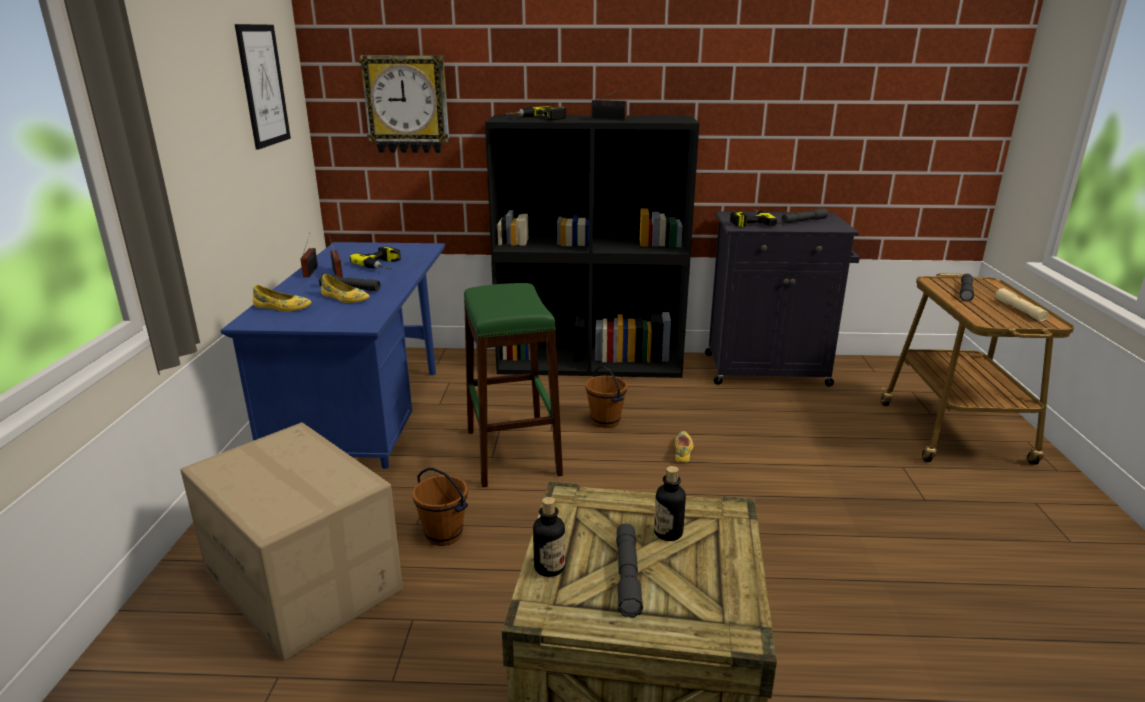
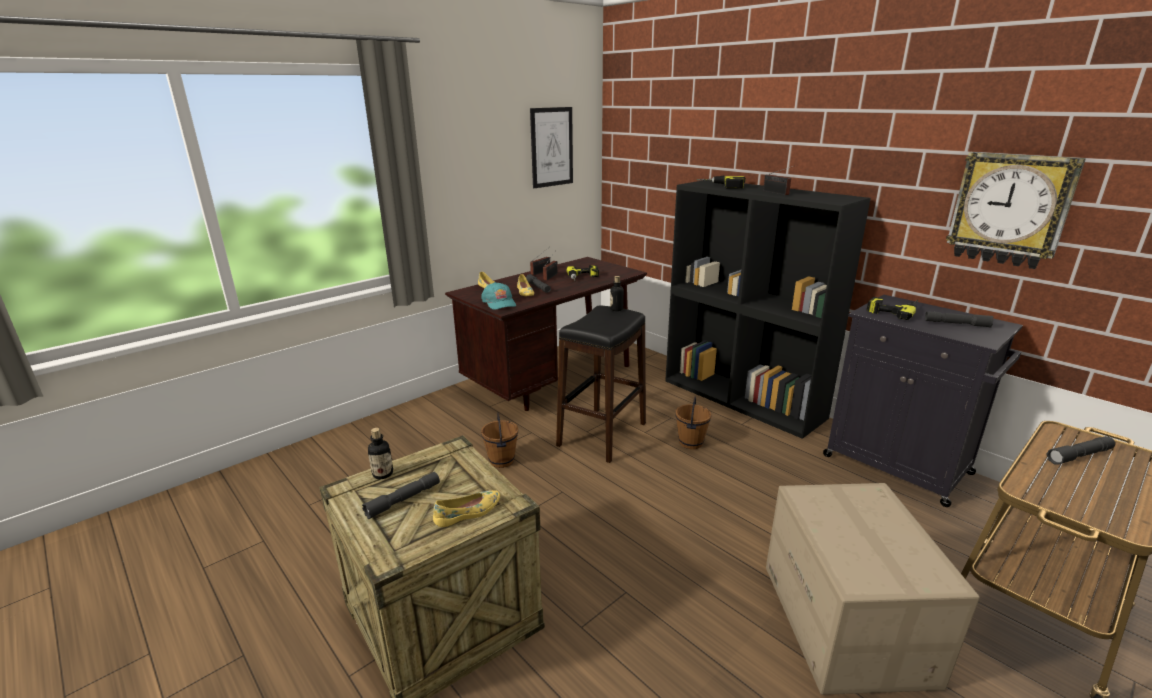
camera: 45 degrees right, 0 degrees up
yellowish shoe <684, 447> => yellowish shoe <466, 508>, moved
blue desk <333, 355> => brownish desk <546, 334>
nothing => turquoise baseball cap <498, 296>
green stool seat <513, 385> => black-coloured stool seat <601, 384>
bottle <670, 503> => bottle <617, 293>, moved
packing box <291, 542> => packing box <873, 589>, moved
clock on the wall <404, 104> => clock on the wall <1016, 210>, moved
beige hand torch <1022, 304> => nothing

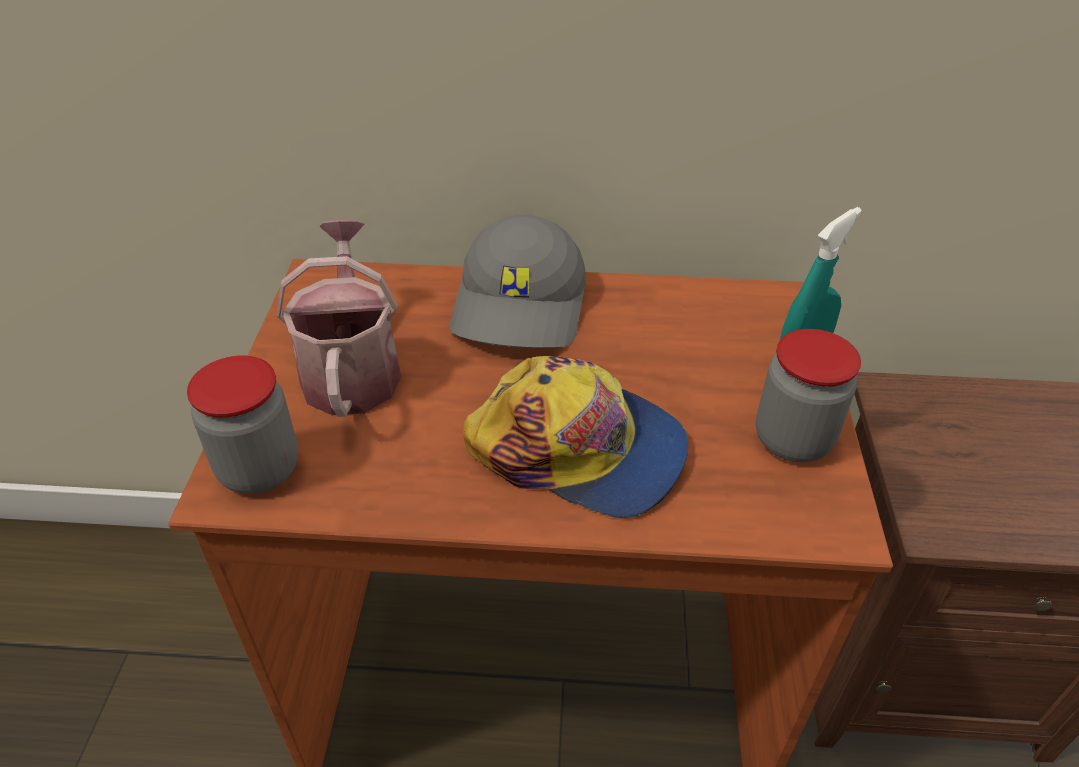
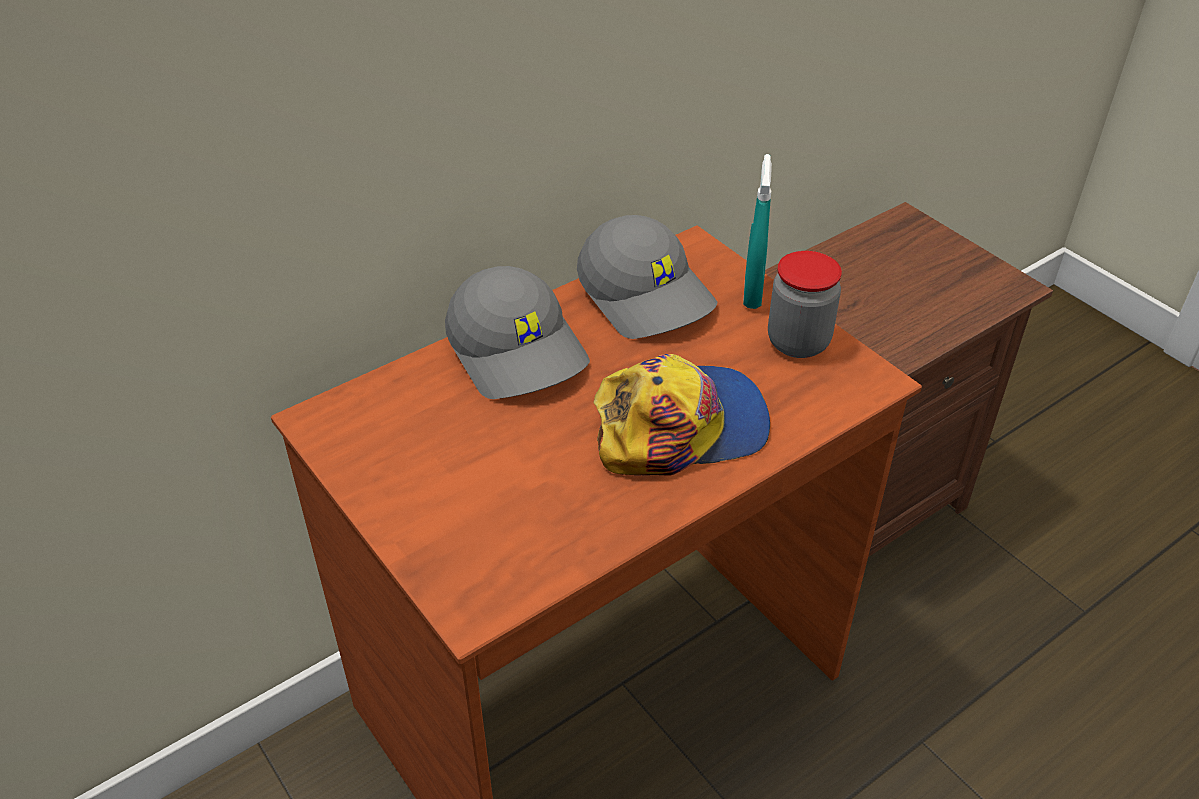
camera: 40 degrees left, 0 degrees up
nothing => grey baseball cap <647, 277>
jar <242, 424> => nothing
sprinkling can <338, 318> => nothing

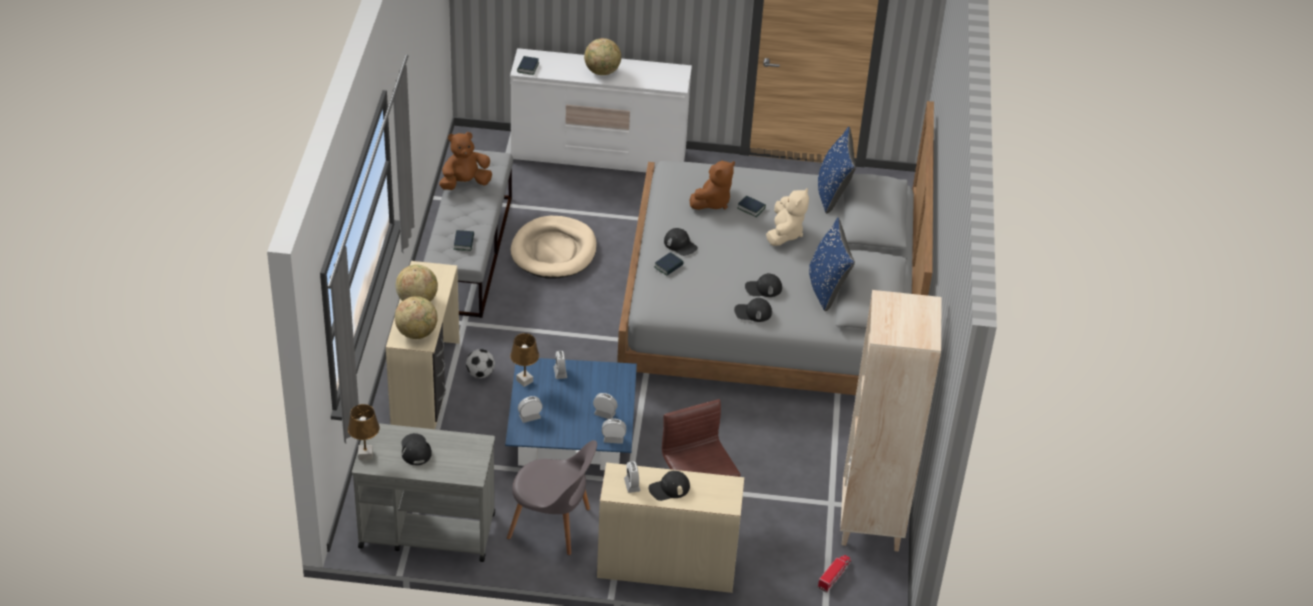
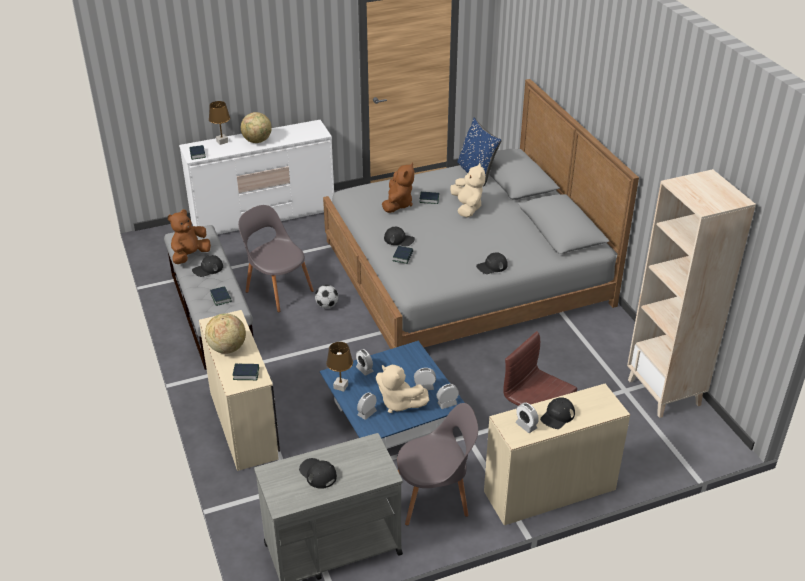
camera: 25 degrees left, 5 degrees down
black-coloured baseball cap <763, 285> => black-coloured baseball cap <207, 266>, moved
brownish lamp for a table <364, 432> => brownish lamp for a table <219, 123>, moved
world globe <416, 317> => book <246, 372>
beige pet bed <554, 247> => grey plain chair <276, 258>
football ball <480, 363> => football ball <326, 297>, moved
nothing => beige cuddly toy <402, 389>
blue cushion <832, 264> => nothing
model truck <834, 574> => nothing

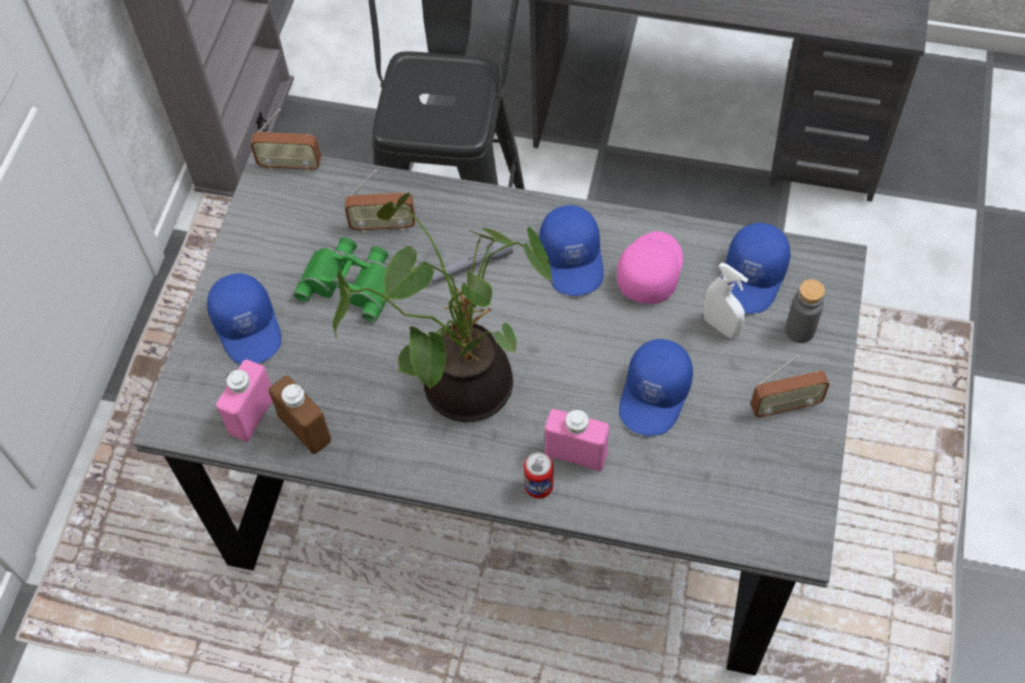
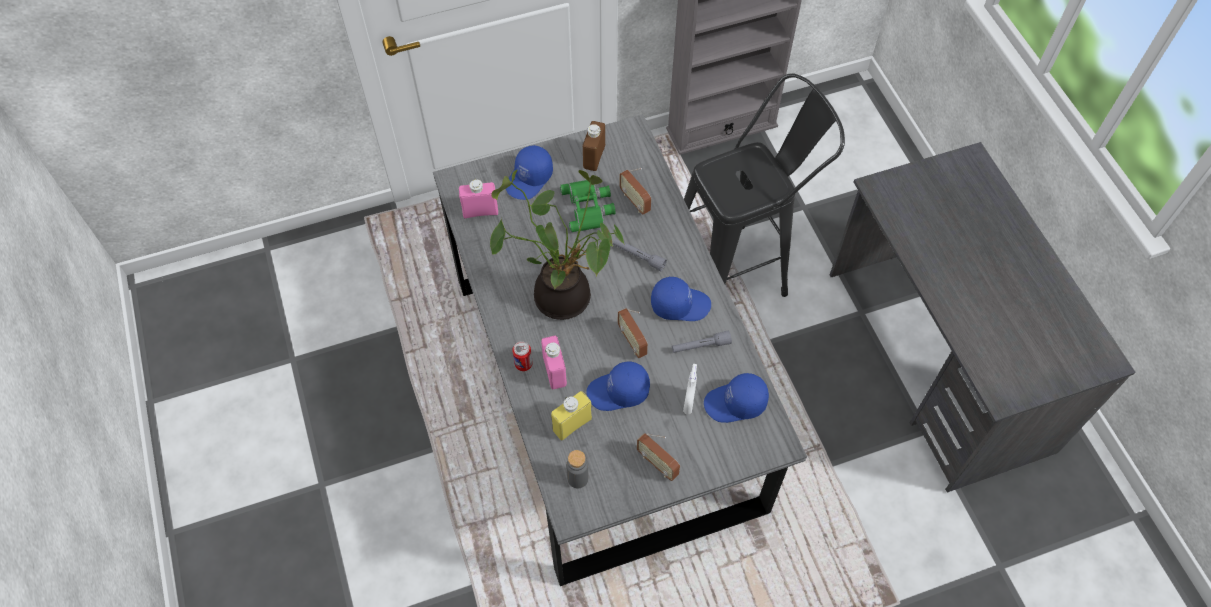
camera: 55 degrees right, 0 degrees up
nothing => yellowish bottle <571, 415>
grey bottle <805, 311> => grey bottle <577, 469>, moved
brownish bottle <300, 415> => brownish bottle <594, 146>, moved
radio <286, 141> => radio <633, 333>, moved
blue baseball cap <571, 250> => blue baseball cap <681, 299>, 135 degrees counterclockwise
pink-coloured baseball cap <650, 267> => grey hand torch <702, 341>

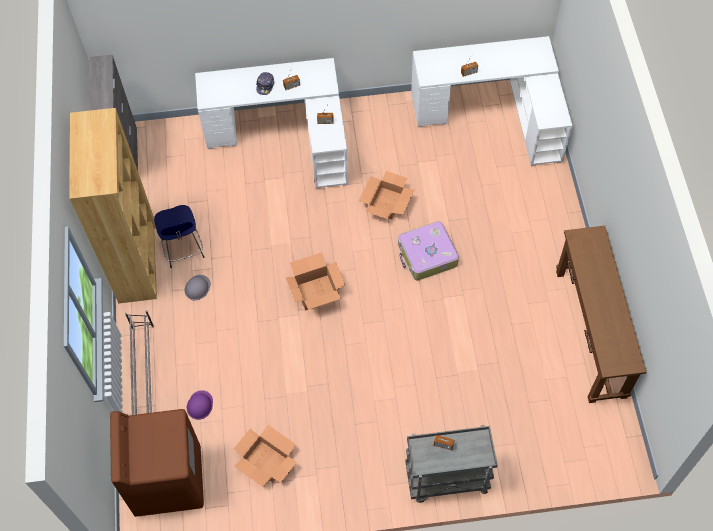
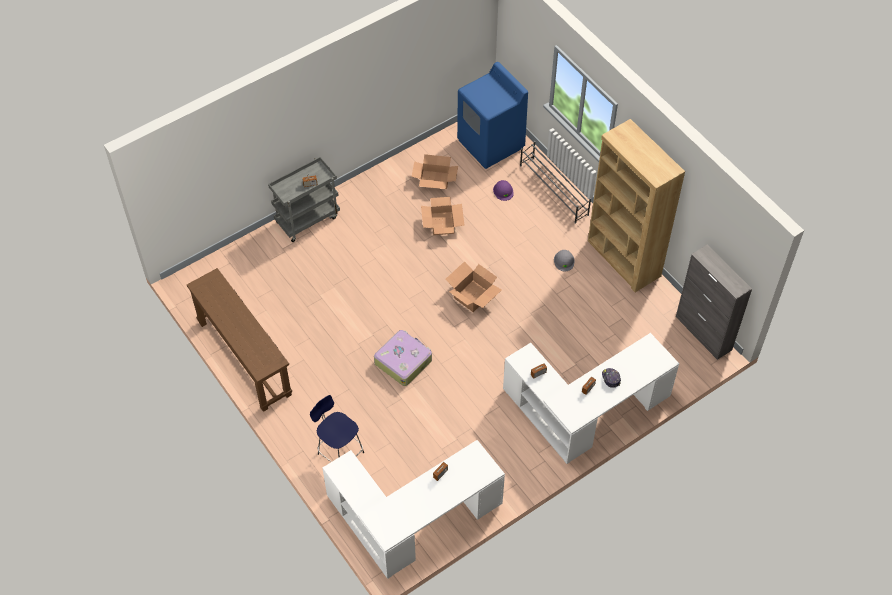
camera: 150 degrees right, 5 degrees down
blue stool seat <179, 236> => blue stool seat <337, 428>, moved
packing box <387, 195> => packing box <443, 216>, moved
brownish laundry machine <157, 463> => blue laundry machine <492, 115>

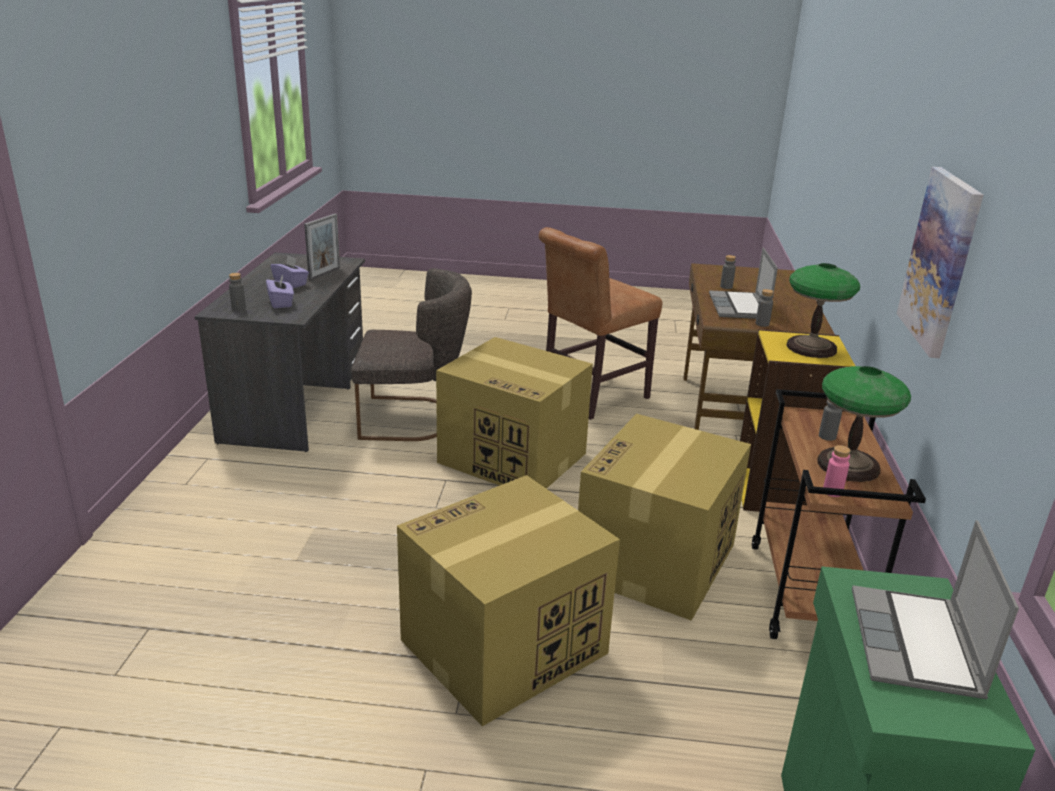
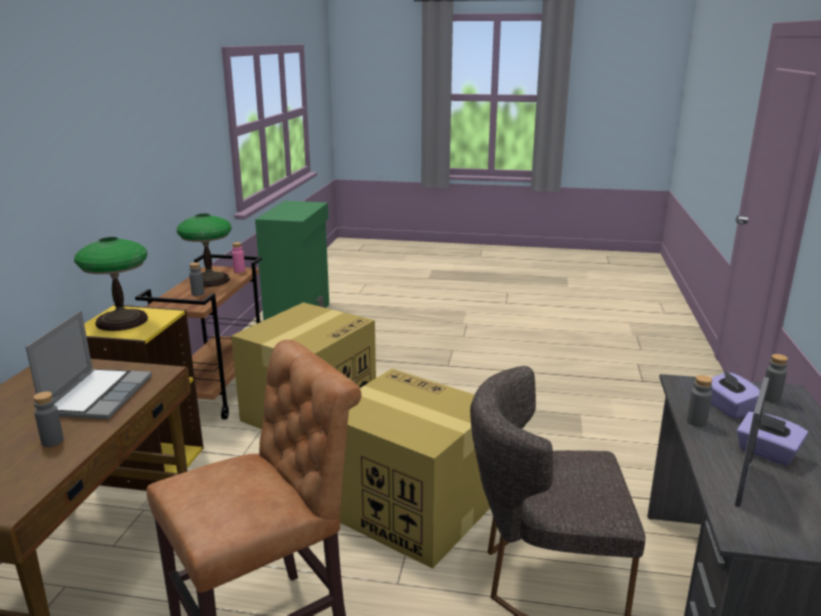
camera: 175 degrees left, 5 degrees down
grey bottle <765, 308> => grey bottle <700, 401>, moved
packing box <508, 600> => nothing
laptop <935, 609> => nothing
wall picture <940, 262> => nothing

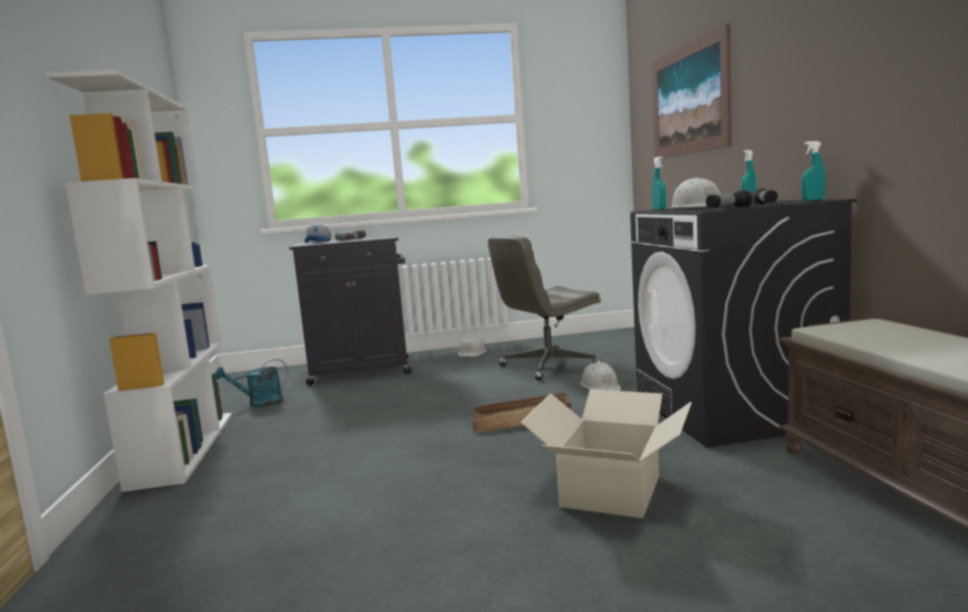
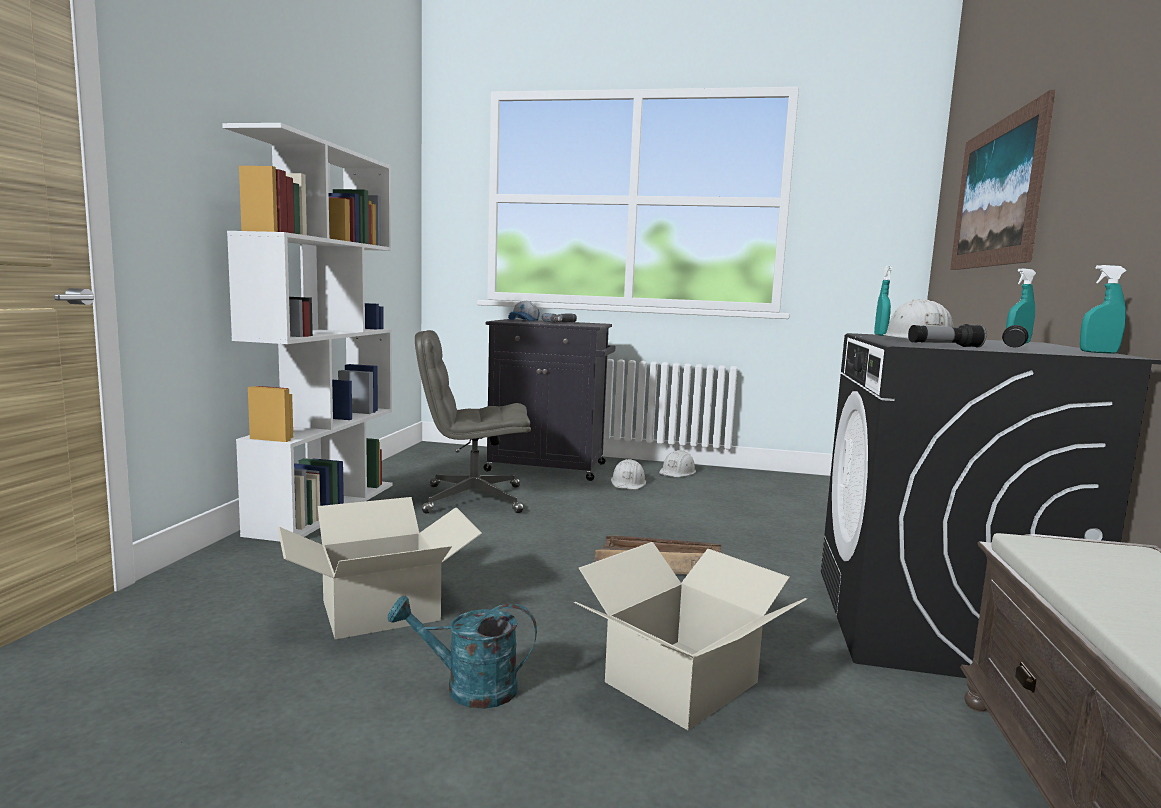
camera: 20 degrees right, 0 degrees up
nothing => packing box <380, 568>
turquoise sprinkling can <251, 383> => turquoise sprinkling can <462, 652>, moved
grey office chair <545, 308> => grey office chair <473, 422>, moved
white work helmet <600, 376> => white work helmet <628, 474>, moved

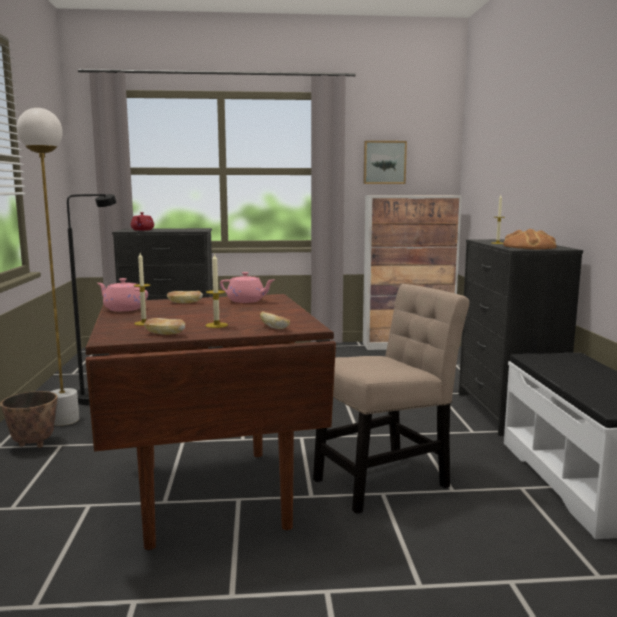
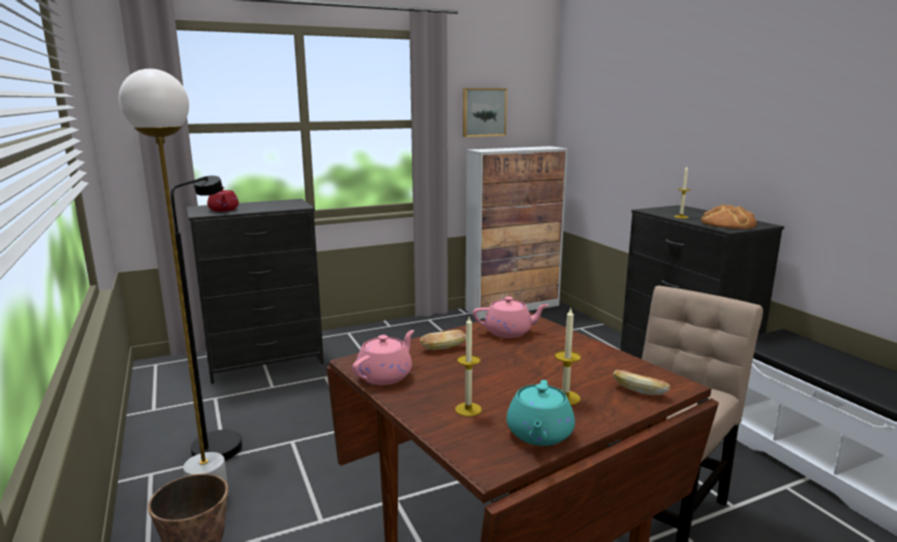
camera: 20 degrees left, 5 degrees up
pink-coloured pot for tea <122, 295> => pink-coloured pot for tea <383, 357>, 120 degrees clockwise
bakery bread <164, 326> => turquoise pot for tea <541, 413>

